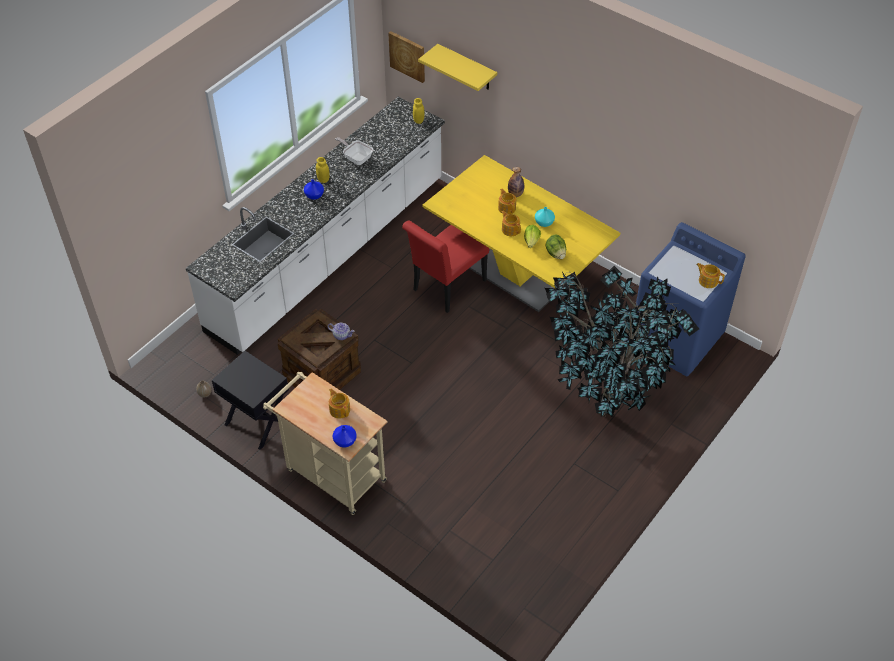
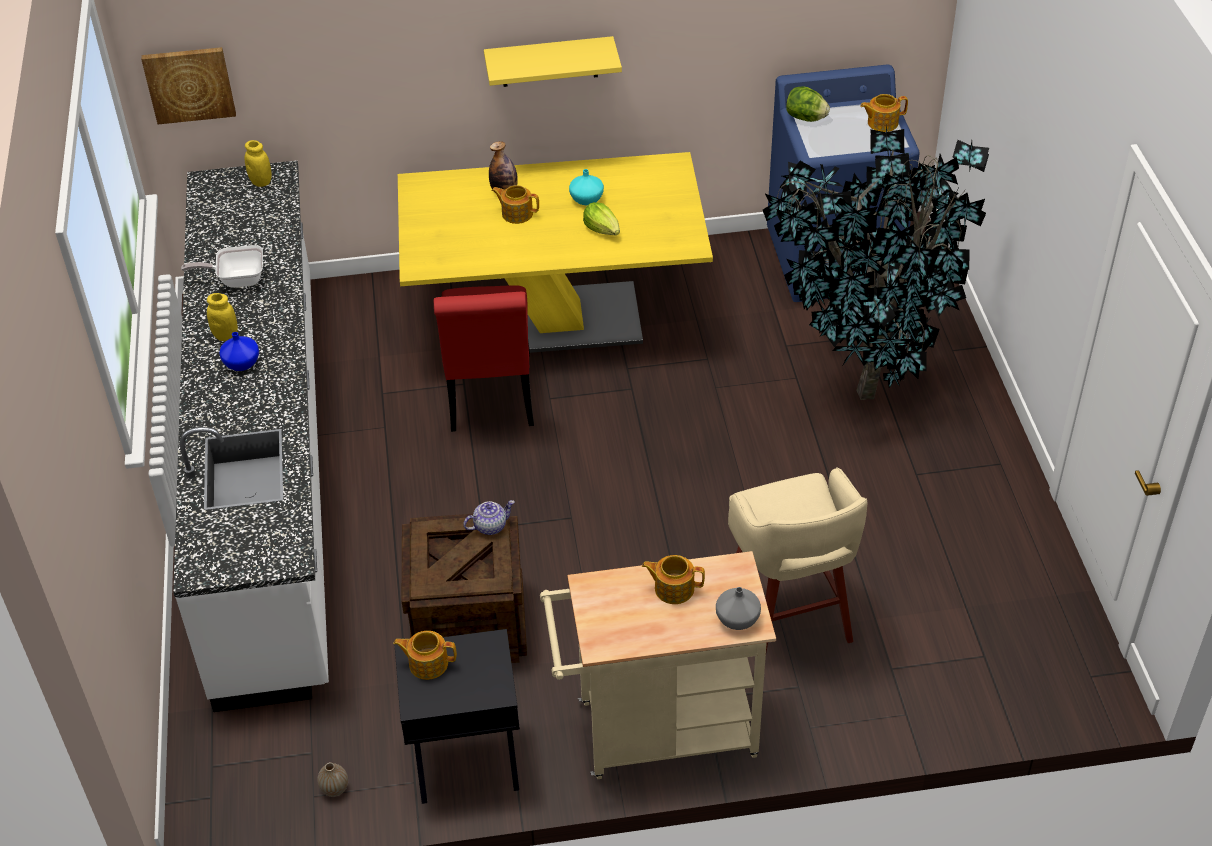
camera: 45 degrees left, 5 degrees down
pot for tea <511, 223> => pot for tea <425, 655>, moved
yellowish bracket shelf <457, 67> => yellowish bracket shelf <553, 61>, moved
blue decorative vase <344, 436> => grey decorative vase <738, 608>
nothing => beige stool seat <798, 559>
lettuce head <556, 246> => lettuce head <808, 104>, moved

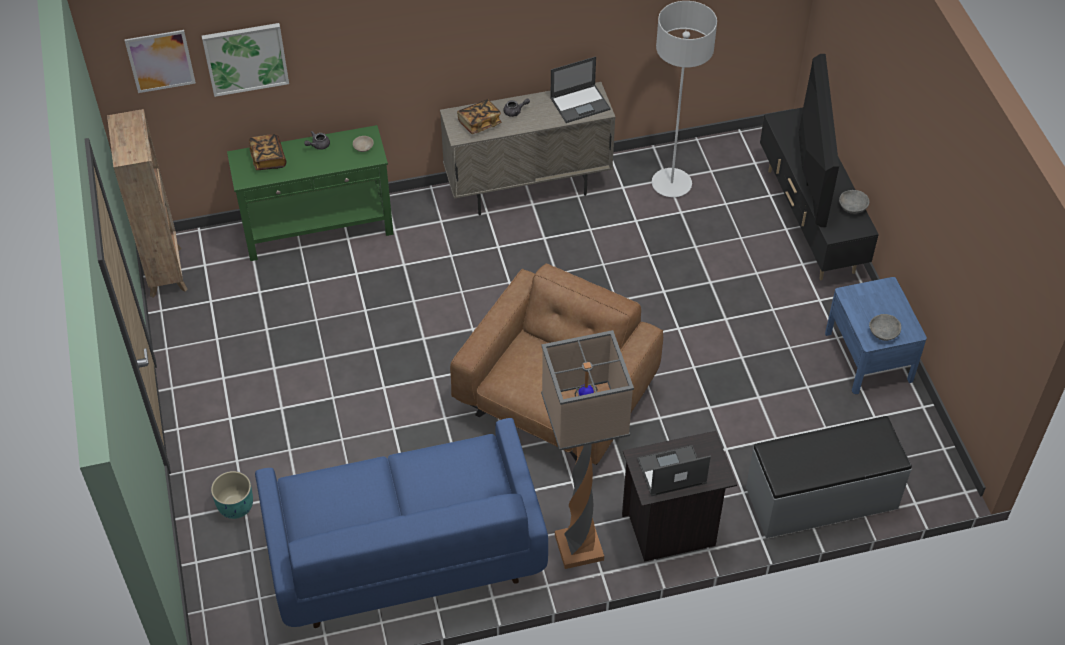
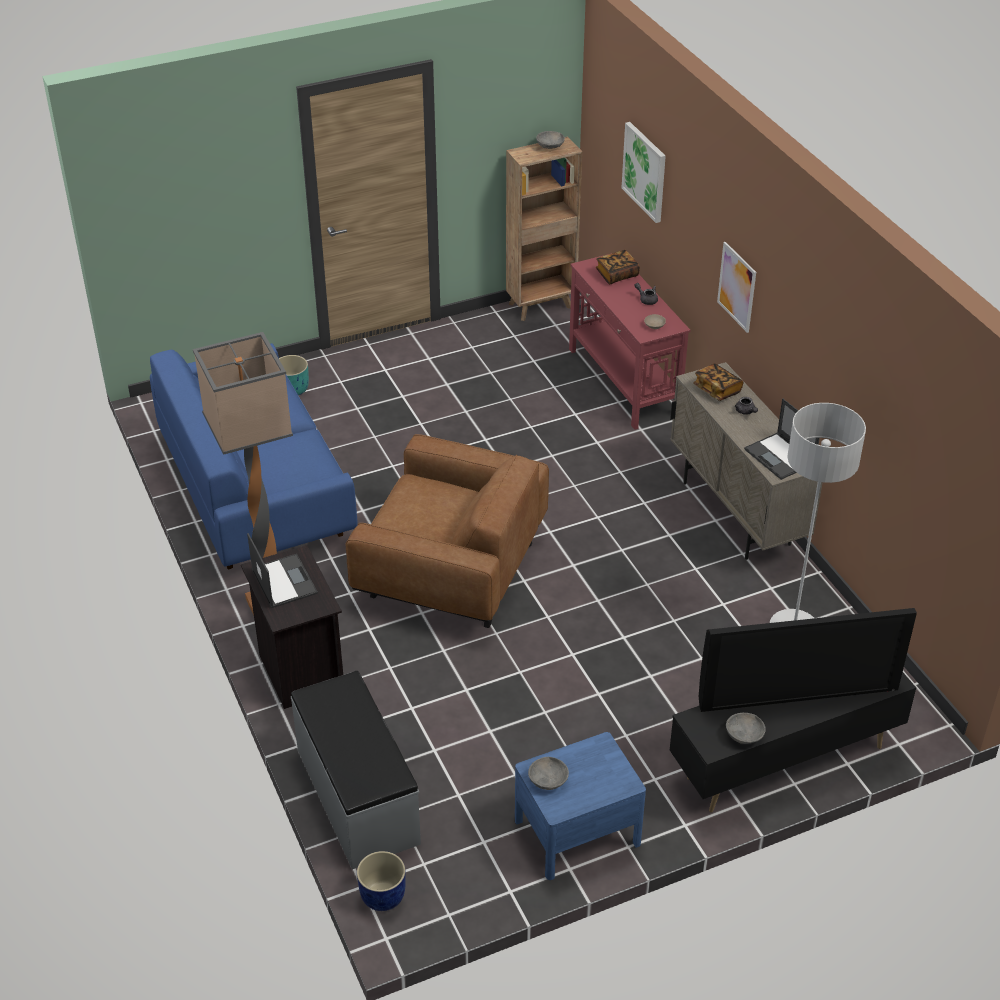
camera: 80 degrees right, 10 degrees down
nothing => blue planter <381, 881>
nothing => grey serving bowl <550, 140>
green console table <310, 193> => red console table <629, 341>
wall picture <160, 61> => wall picture <736, 287>, moved

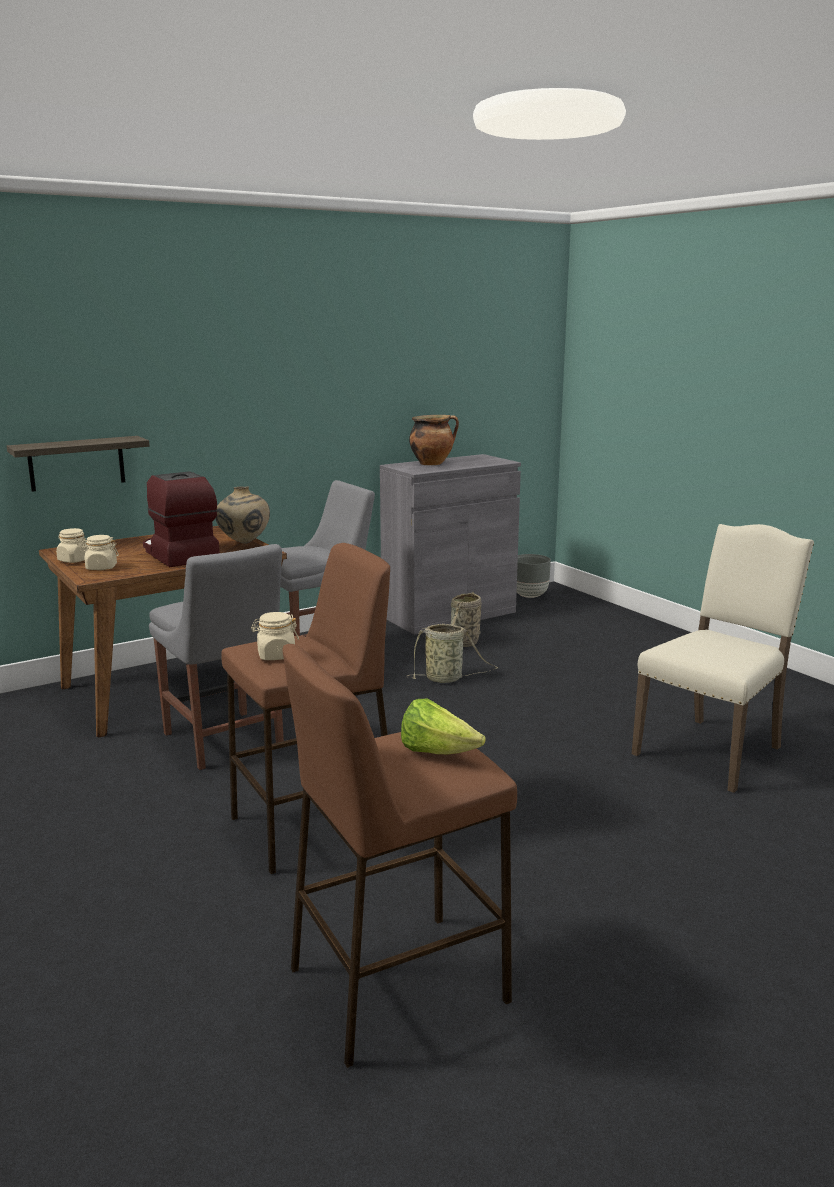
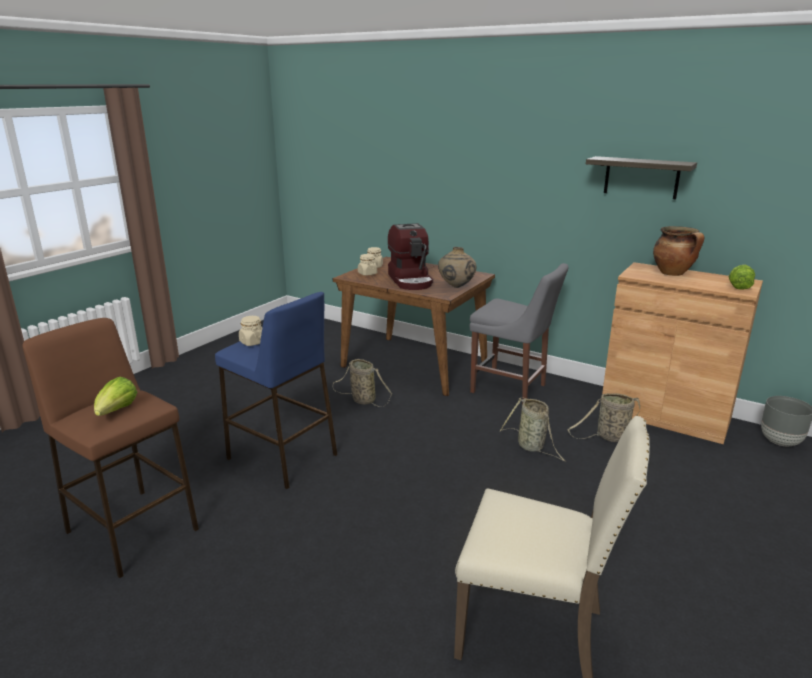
camera: 65 degrees right, 5 degrees up
brownish stool seat <305, 708> => blue stool seat <276, 390>
grey plain chair <216, 657> => basket <362, 383>
coffee brewer <181, 519> => coffee brewer <410, 256>, 135 degrees clockwise
bracket shelf <78, 464> => bracket shelf <641, 178>, moved
grey cabinet <450, 544> => brownish cabinet <682, 353>
nothing => lettuce head <742, 277>

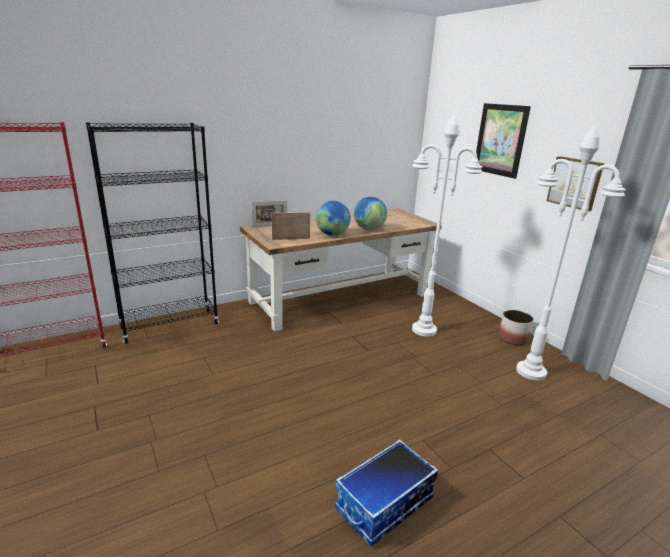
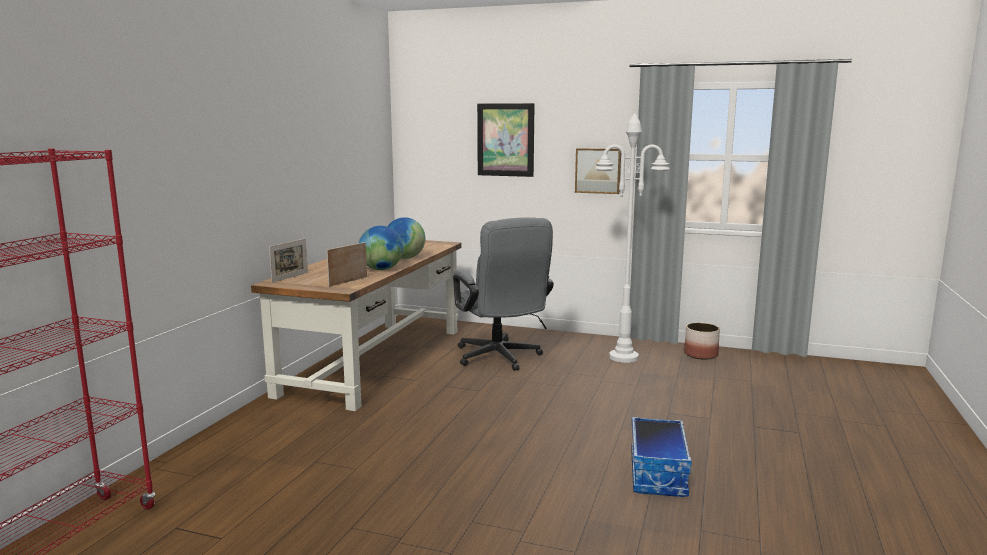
camera: 40 degrees left, 10 degrees down
white standing lamp <447, 226> => grey office chair <503, 294>
planter <516, 327> => planter <702, 341>, moved
black-coloured bookcase <152, 233> => nothing

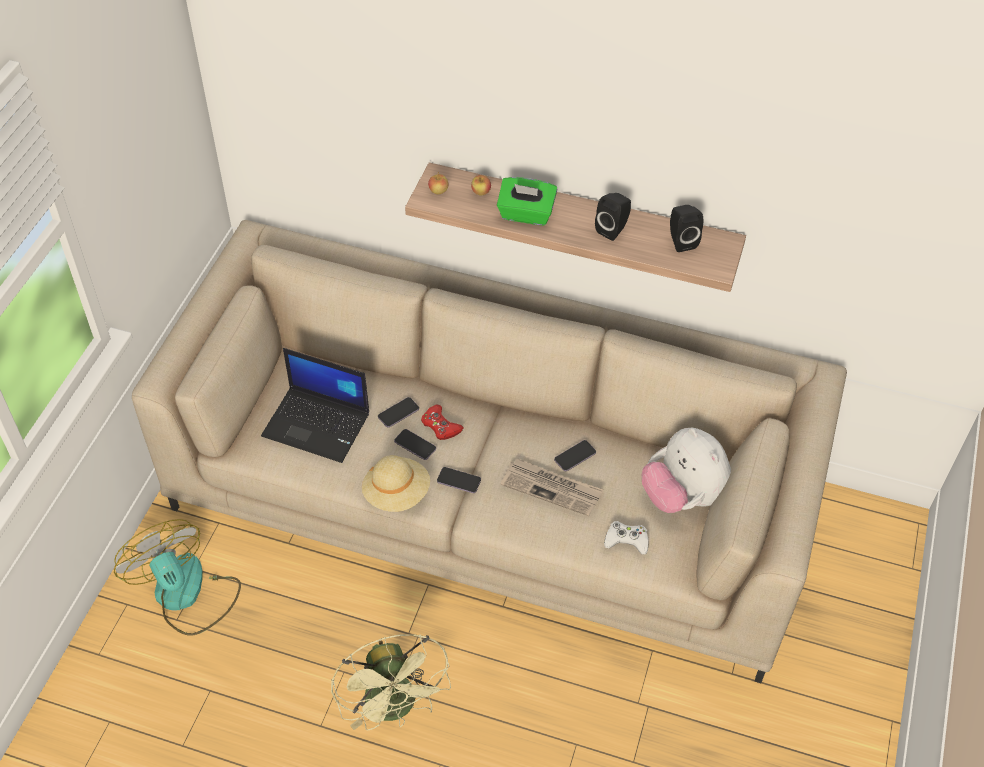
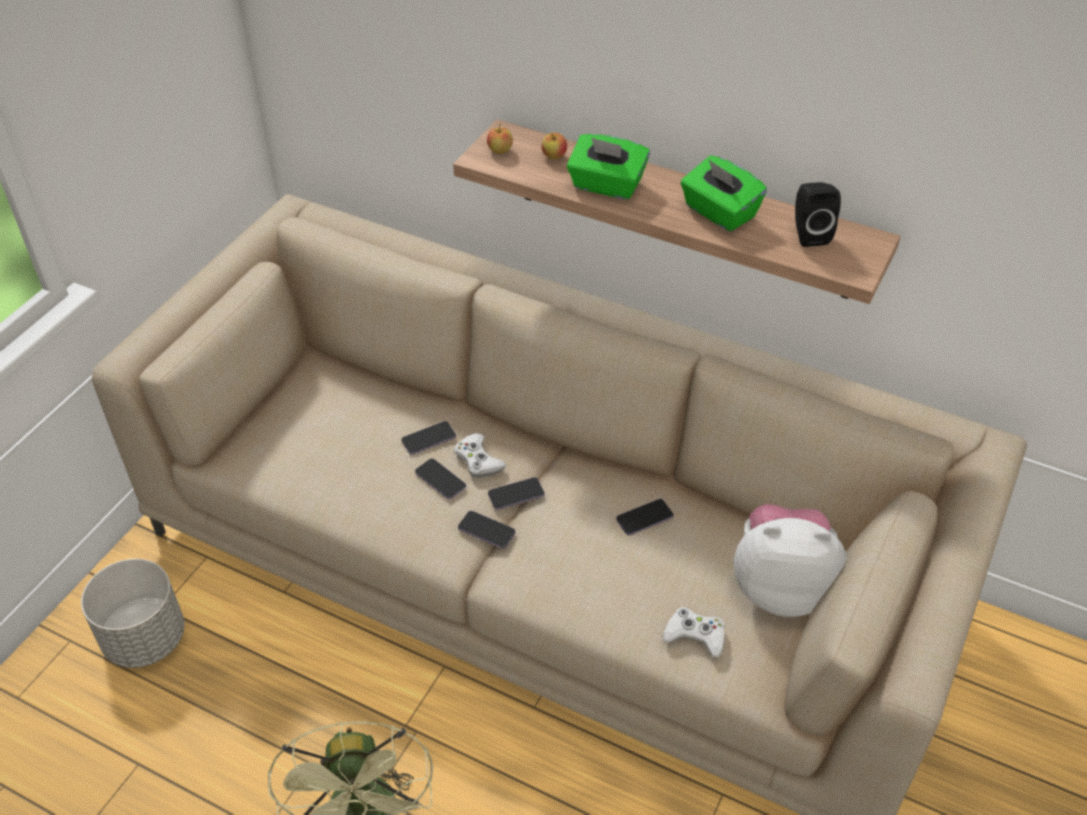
camera: 10 degrees right, 5 degrees down
electric fan <177, 577> => grey planter <132, 613>
red gamepad <442, 422> => white gamepad <480, 455>
nothing => handset <516, 493>
black-coloured speaker <613, 217> => green tissue box <724, 194>
cuddly toy <686, 470> => cuddly toy <790, 560>, 120 degrees clockwise
laptop <315, 405> => nothing
beige wearable hat <396, 483> => nothing
daily paper <551, 487> => nothing

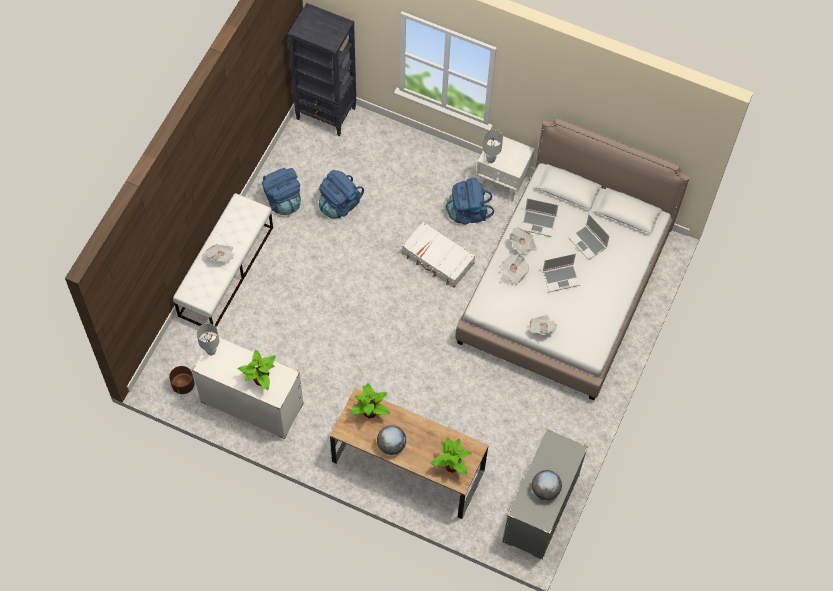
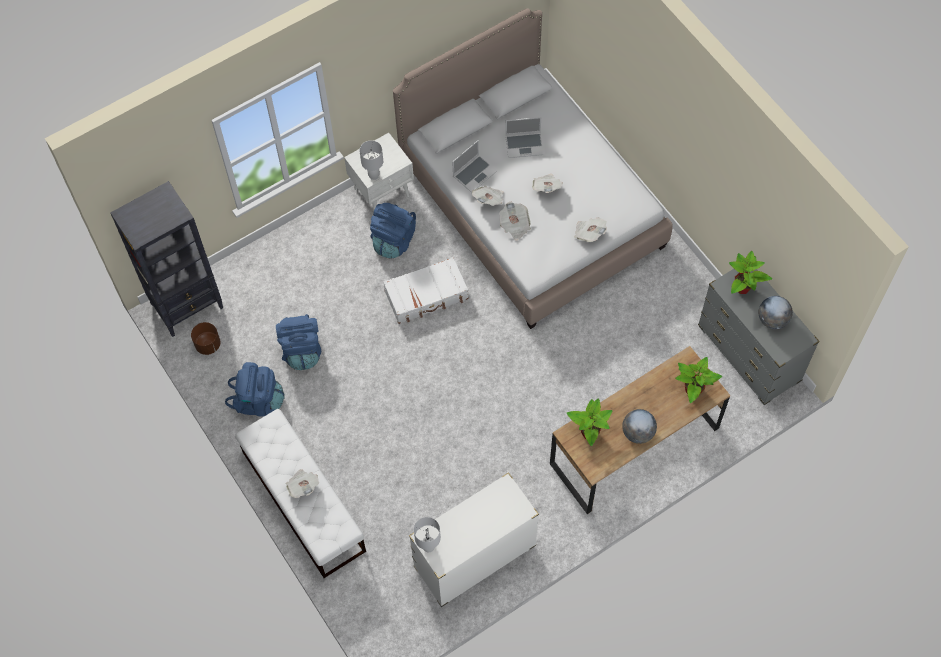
camera: 55 degrees left, 0 degrees up
brownish planter <182, 380> => brownish planter <205, 338>, moved
laptop <561, 272> => daily paper <547, 183>
houseplant <257, 370> => houseplant <750, 272>, moved

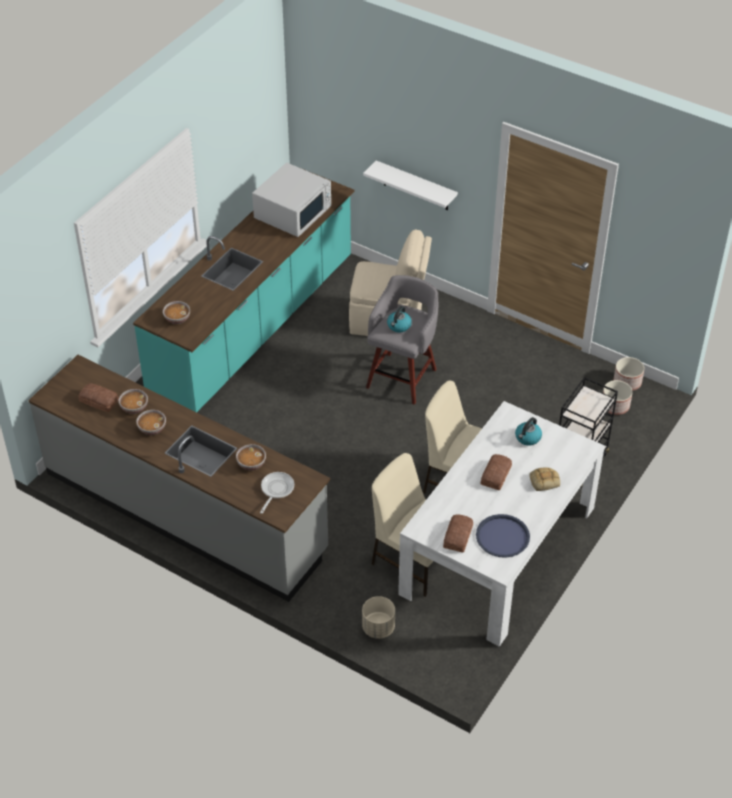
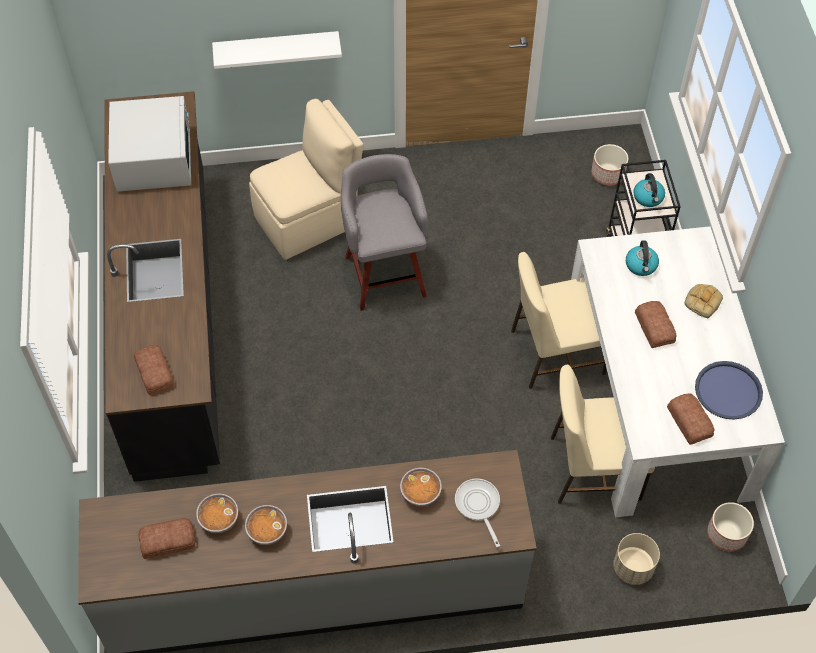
camera: 40 degrees left, 10 degrees up
turquoise kitchen base unit <243, 290> => black-coloured kitchen base unit <162, 286>
serving bowl <176, 312> => bakery bread <154, 370>
tea kettle <399, 319> => tea kettle <649, 190>, moved
planter <629, 374> => planter <730, 526>, moved

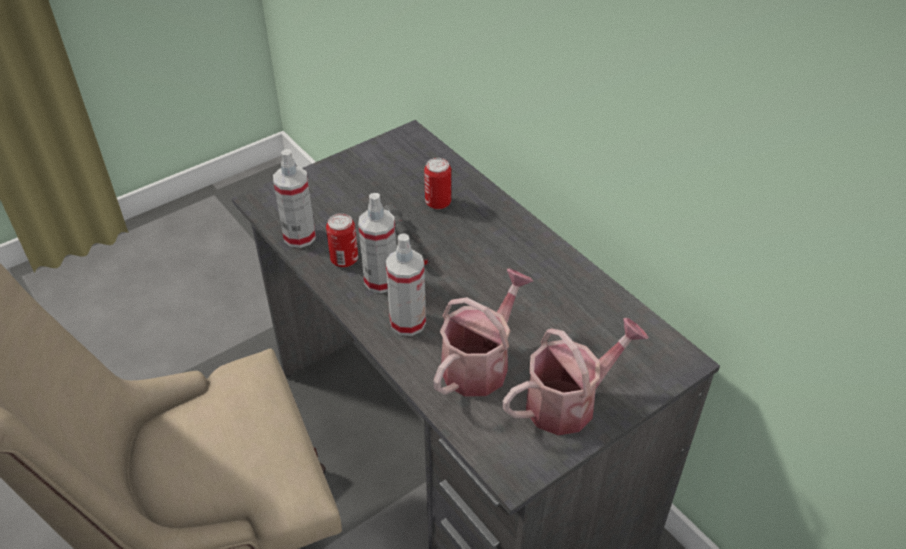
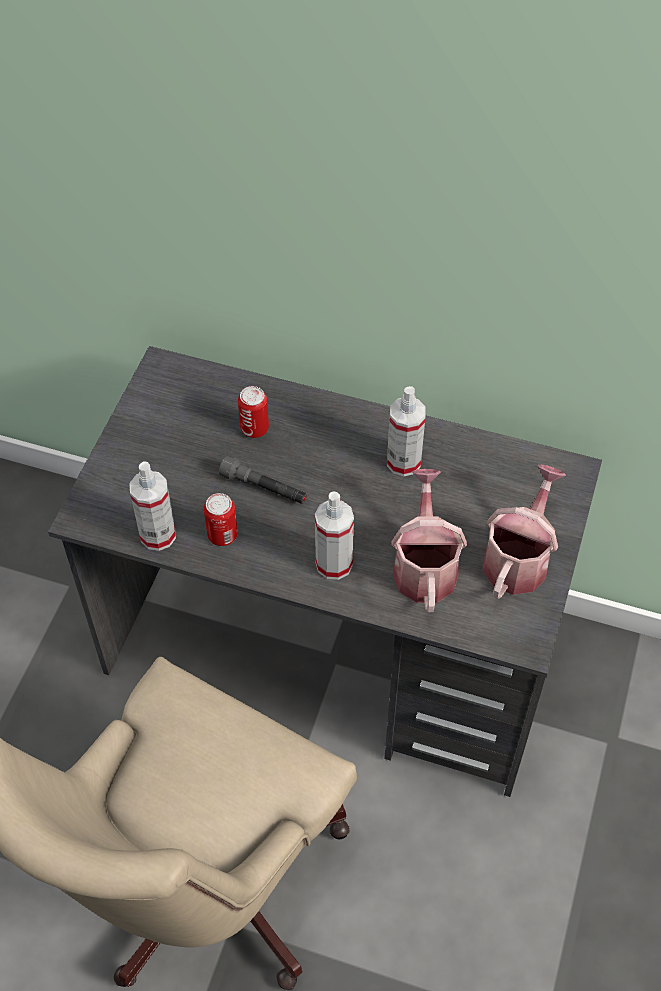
camera: 35 degrees left, 10 degrees up
sprayer <377, 243> => sprayer <406, 431>, moved

